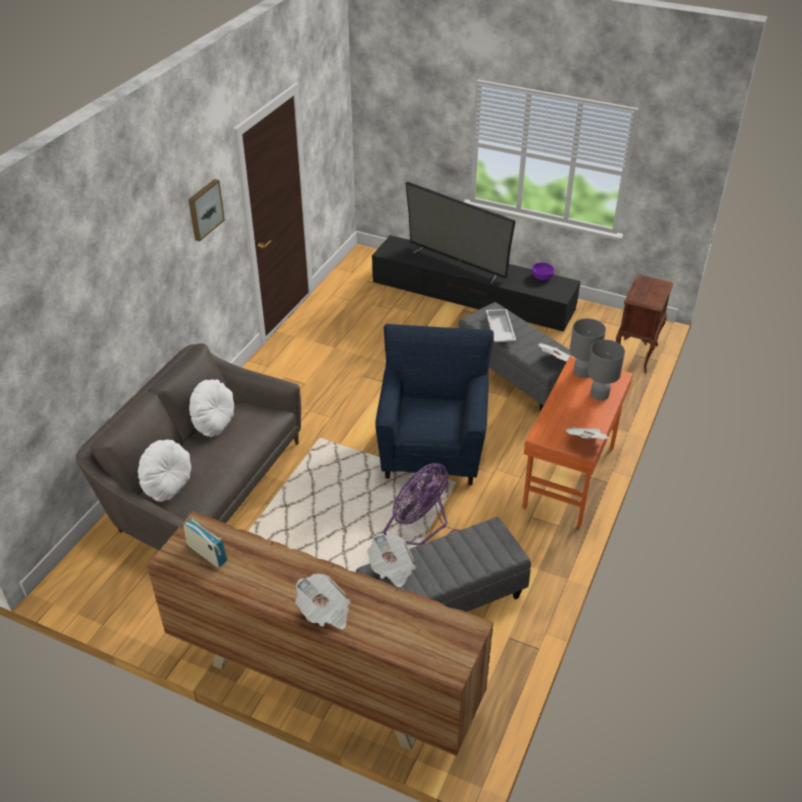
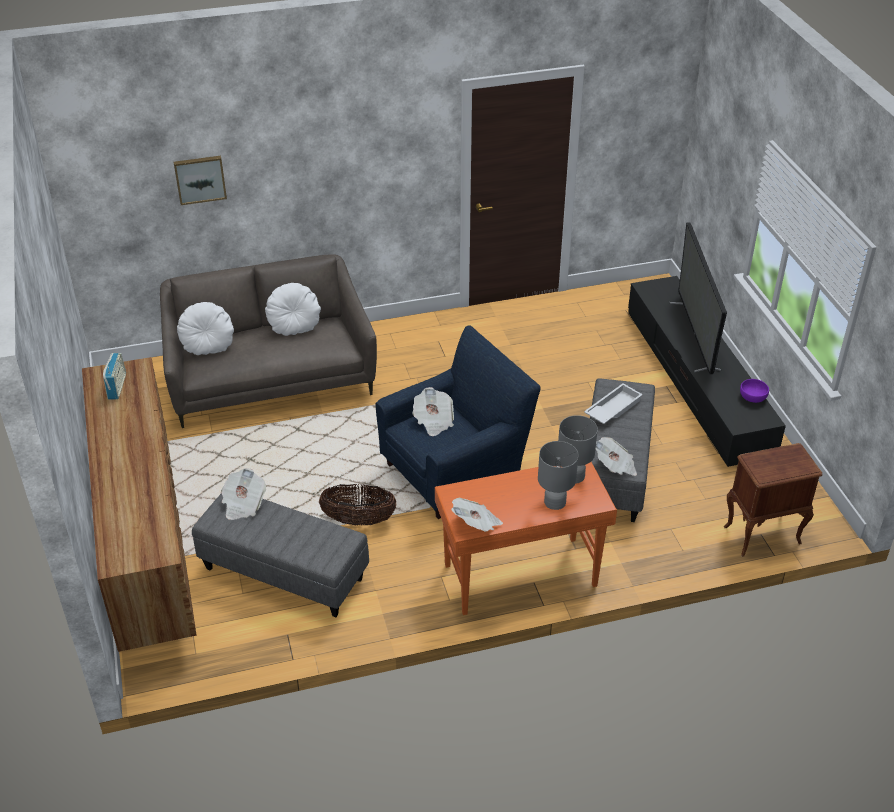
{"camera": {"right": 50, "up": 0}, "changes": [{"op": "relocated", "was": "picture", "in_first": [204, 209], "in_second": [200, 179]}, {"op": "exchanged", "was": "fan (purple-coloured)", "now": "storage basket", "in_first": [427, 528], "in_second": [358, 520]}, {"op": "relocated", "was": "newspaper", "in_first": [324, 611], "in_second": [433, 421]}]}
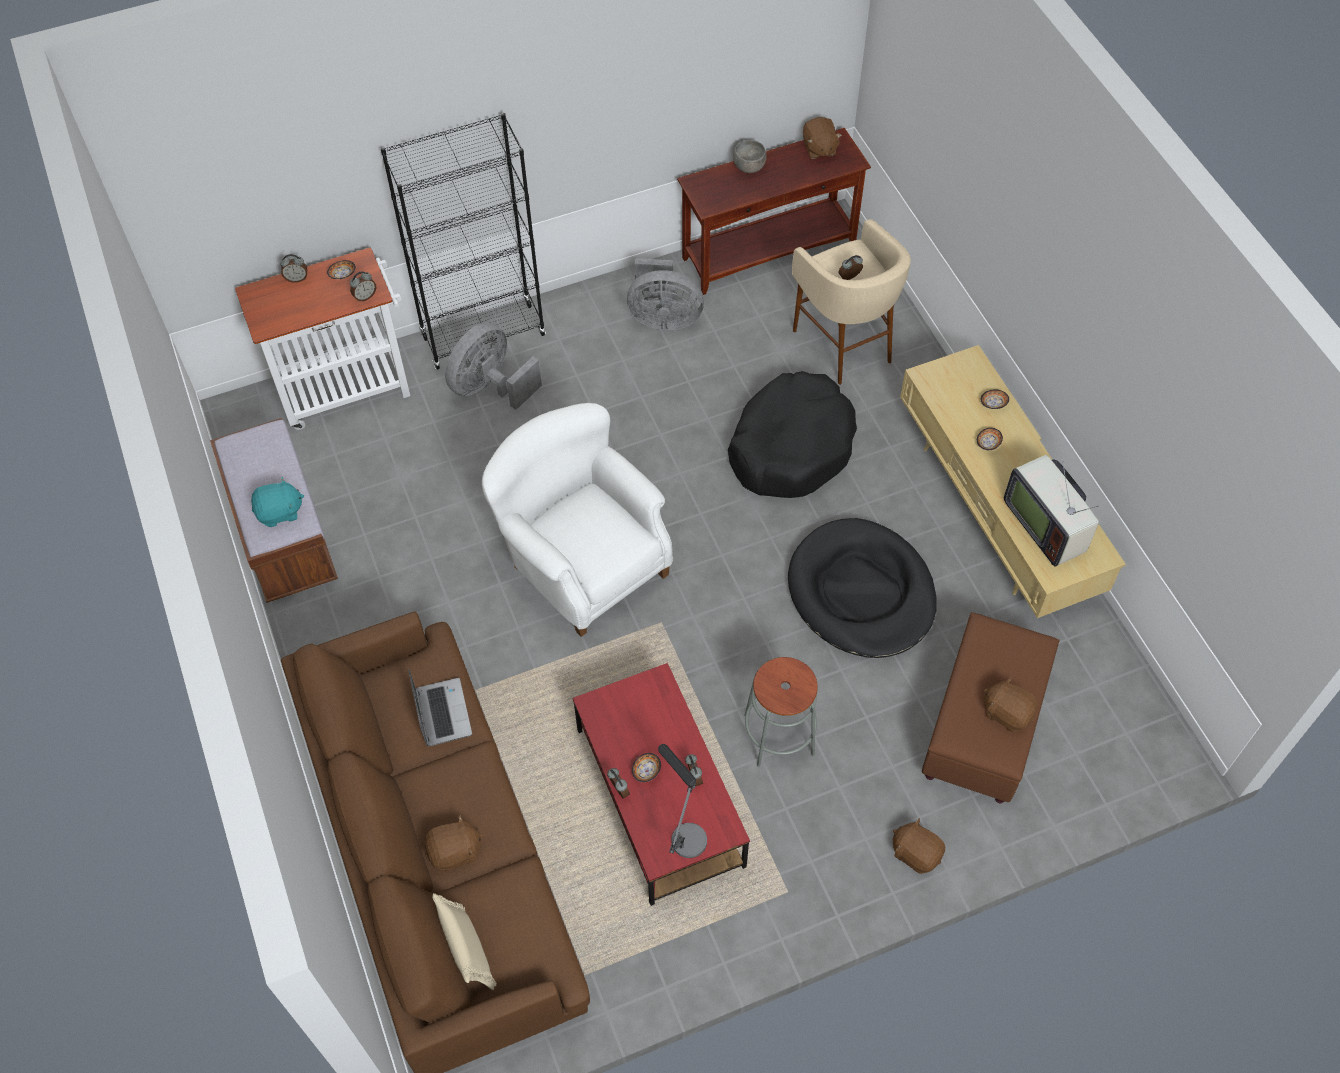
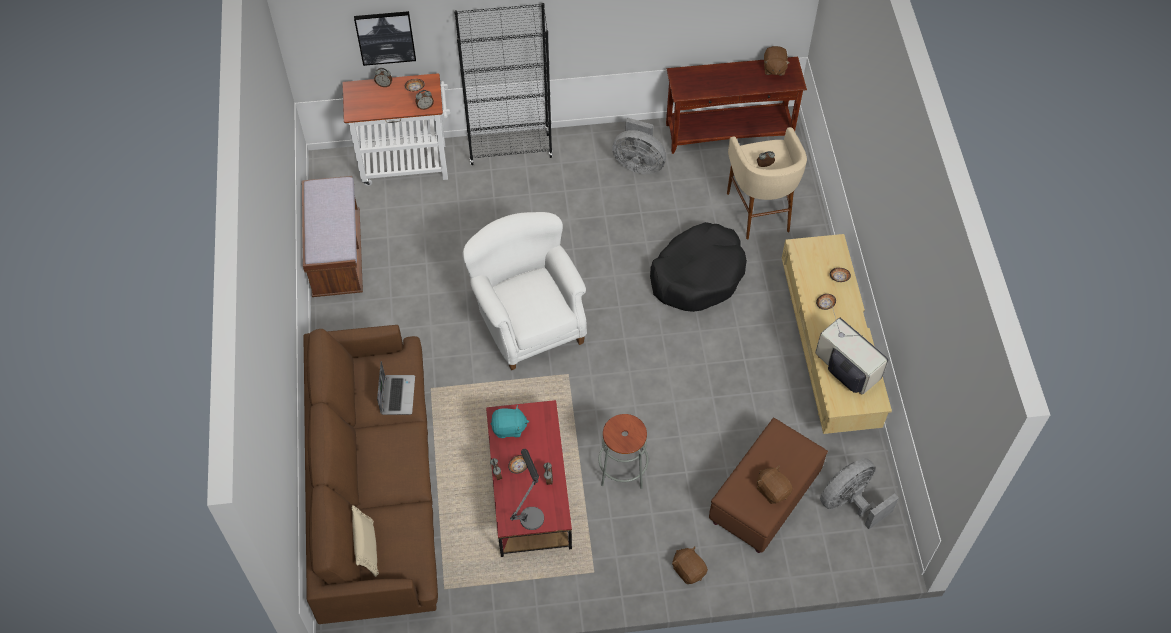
{"camera": {"right": 15, "up": 0}, "changes": [{"op": "appeared", "now": "picture", "in_second": [385, 37]}, {"op": "relocated", "was": "soft toy (turquoise-coloured)", "in_first": [280, 512], "in_second": [509, 428]}, {"op": "spun", "was": "TV", "in_first": [1046, 525], "in_second": [845, 370], "clockwise": 150}, {"op": "relocated", "was": "fan (gray)", "in_first": [490, 387], "in_second": [850, 502]}, {"op": "missing", "was": "soft toy (brown-coloured)", "in_first": [455, 852]}, {"op": "missing", "was": "serving bowl (gray)", "in_first": [748, 167]}, {"op": "missing", "was": "dog bed (black)", "in_first": [861, 592]}]}
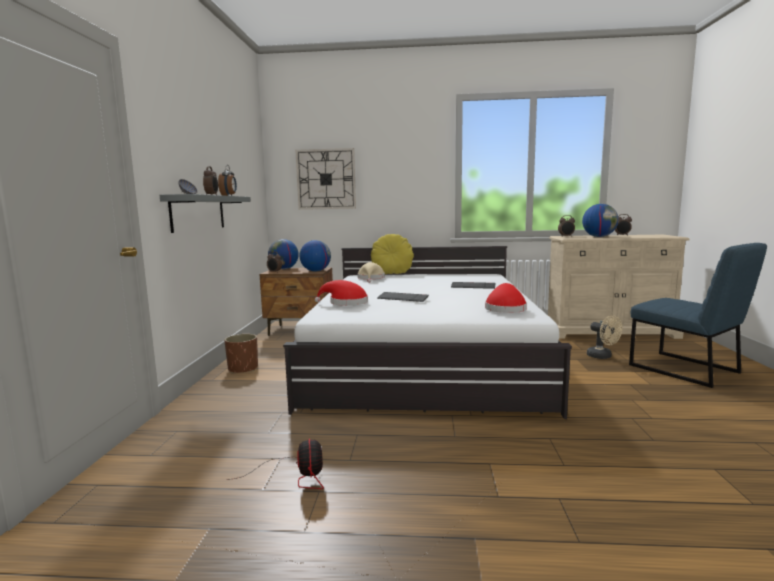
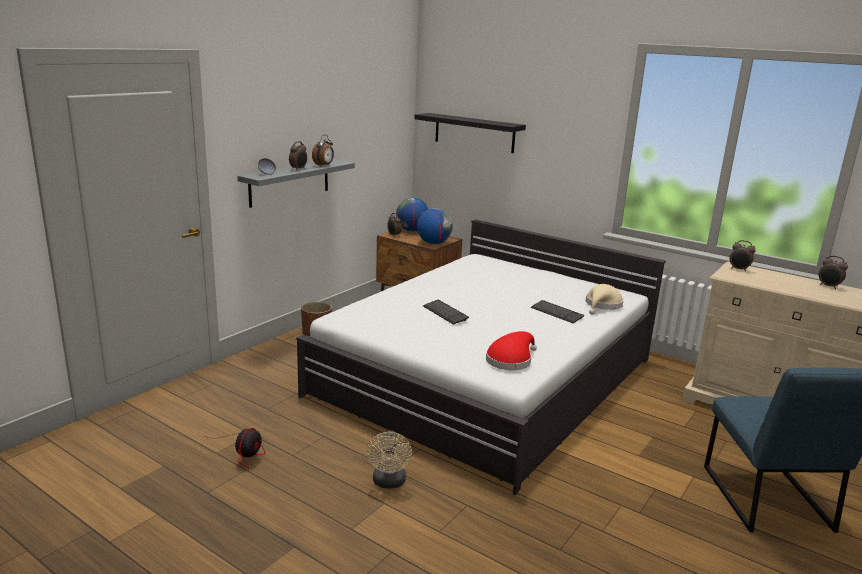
{"camera": {"right": 30, "up": 10}, "changes": [{"op": "relocated", "was": "fan (beige-coloured)", "in_first": [602, 356], "in_second": [389, 483]}, {"op": "exchanged", "was": "wall clock", "now": "shelf (black)", "in_first": [326, 179], "in_second": [474, 133]}, {"op": "relocated", "was": "wearable hat (beige-coloured)", "in_first": [371, 278], "in_second": [602, 305]}, {"op": "missing", "was": "wearable hat (reddish)", "in_first": [345, 303]}, {"op": "missing", "was": "throw pillow (yellow)", "in_first": [392, 273]}, {"op": "missing", "was": "globe", "in_first": [599, 236]}]}
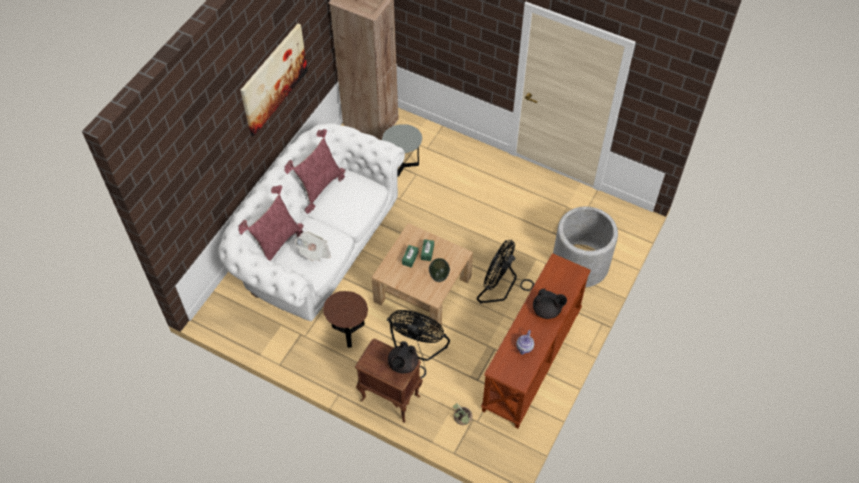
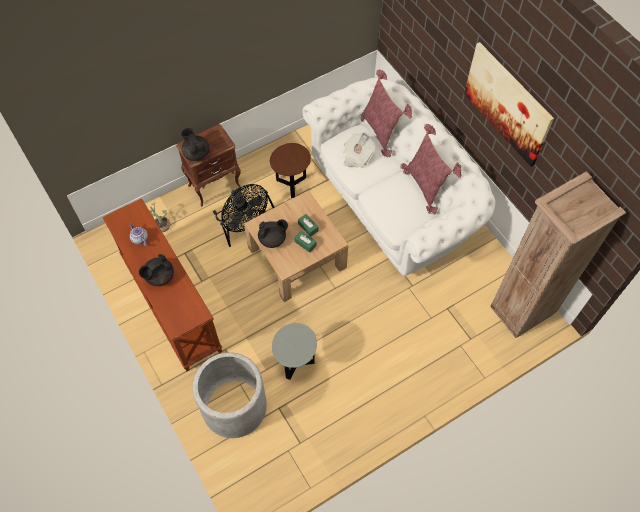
{"camera": {"right": 120, "up": 5}, "changes": [{"op": "exchanged", "was": "decorative vase", "now": "tea pot (black)", "in_first": [439, 277], "in_second": [273, 239]}, {"op": "relocated", "was": "side table (gray)", "in_first": [403, 165], "in_second": [295, 363]}, {"op": "missing", "was": "fan (black)", "in_first": [503, 284]}]}
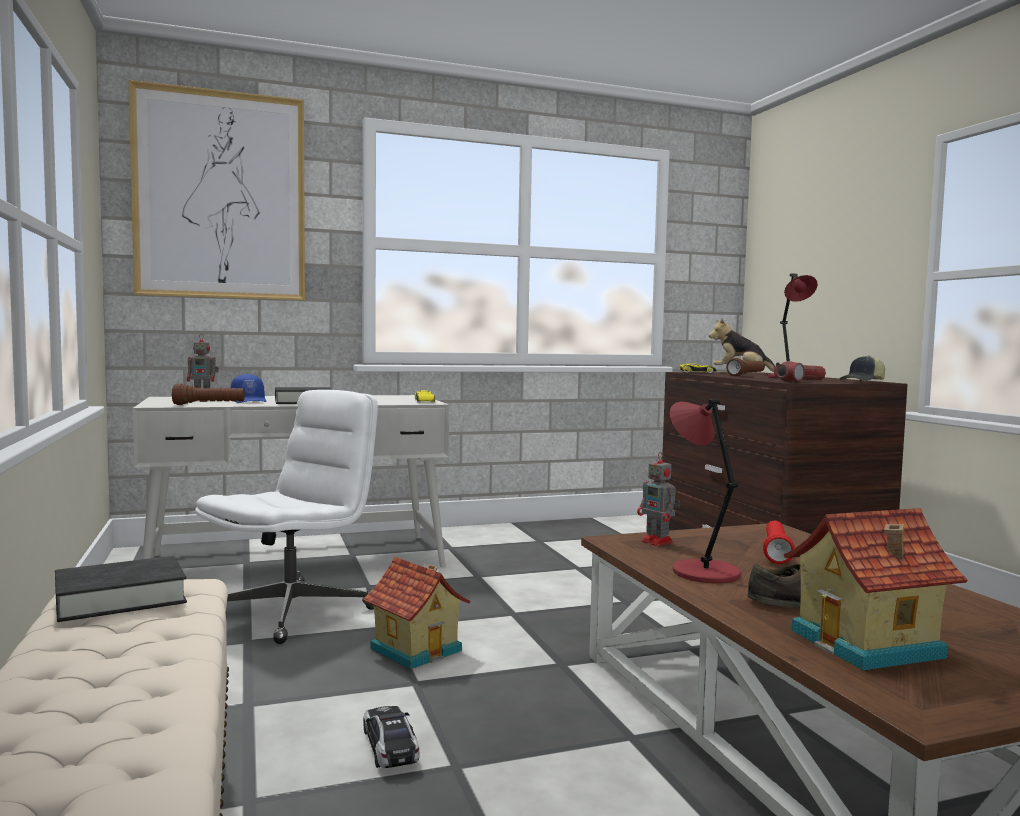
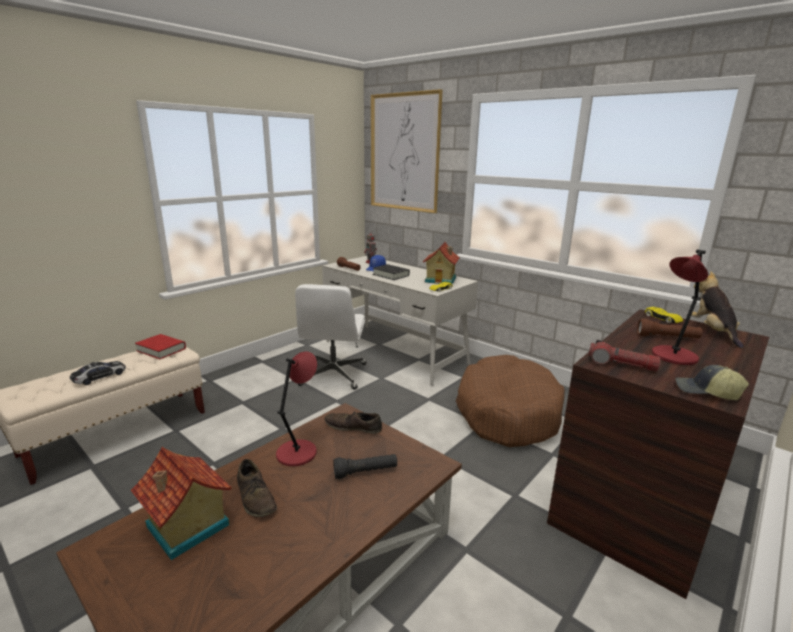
{"camera": {"right": 60, "up": 15}, "changes": [{"op": "relocated", "was": "toy car", "in_first": [390, 747], "in_second": [99, 377]}, {"op": "colour", "was": "book (black)", "now": "book (reddish)", "in_first": [120, 598], "in_second": [161, 350]}, {"op": "spun", "was": "office chair (whitish)", "in_first": [292, 611], "in_second": [333, 375], "clockwise": 90}, {"op": "exchanged", "was": "model robot", "now": "low shoe (brown-coloured)", "in_first": [658, 542], "in_second": [353, 427]}, {"op": "colour", "was": "flashlight (reddish)", "now": "flashlight (black)", "in_first": [776, 552], "in_second": [365, 472]}, {"op": "relocated", "was": "miniature house", "in_first": [417, 649], "in_second": [441, 280]}, {"op": "appeared", "now": "dog bed (brown-coloured)", "in_second": [507, 412]}]}
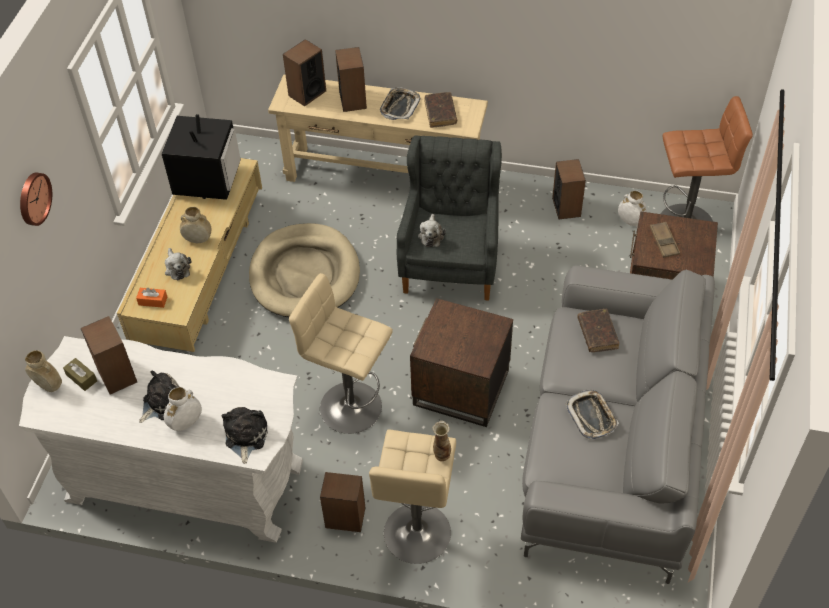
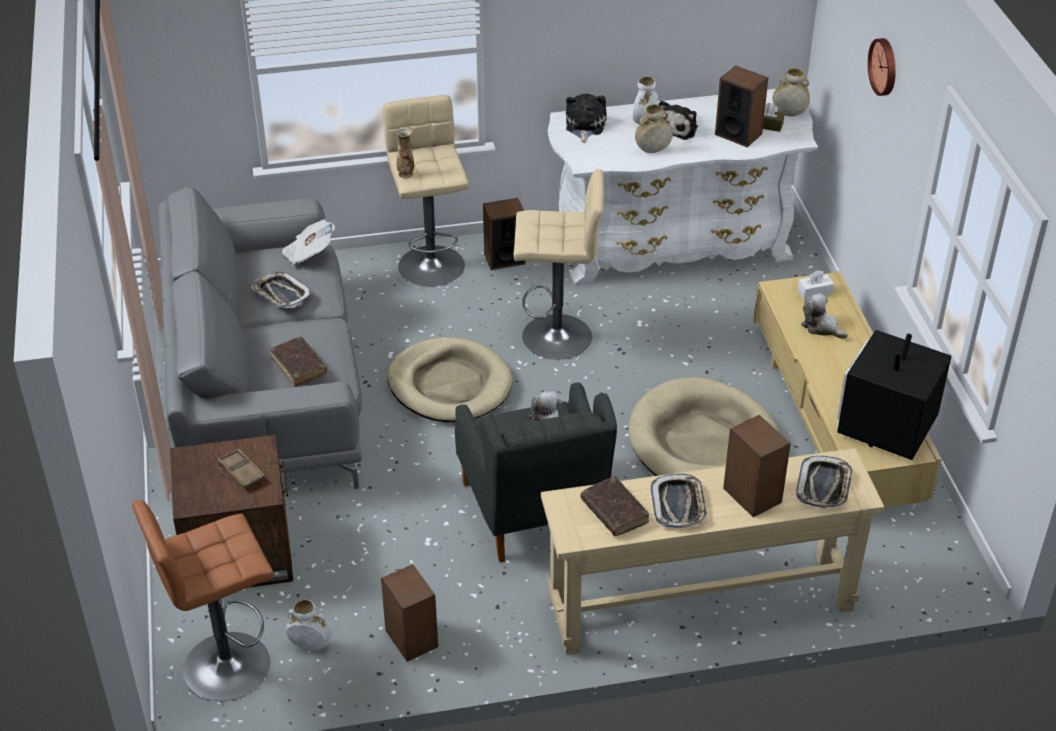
{"camera": {"right": 155, "up": -10}, "changes": [{"op": "appeared", "now": "newspaper", "in_second": [309, 253]}, {"op": "exchanged", "was": "side table (brown-coloured)", "now": "dog bed (beige-coloured)", "in_first": [460, 388], "in_second": [450, 385]}, {"op": "spun", "was": "soft toy", "in_first": [245, 437], "in_second": [584, 126], "clockwise": -150}, {"op": "relocated", "was": "decorative vase (beige-coloured)", "in_first": [198, 240], "in_second": [652, 150]}, {"op": "exchanged", "was": "speaker", "now": "tray", "in_first": [307, 93], "in_second": [824, 486]}, {"op": "colour", "was": "tissue holder (orange-coloured)", "now": "tissue holder (whitish)", "in_first": [153, 301], "in_second": [814, 292]}, {"op": "spun", "was": "TV", "in_first": [207, 180], "in_second": [886, 429], "clockwise": 45}]}
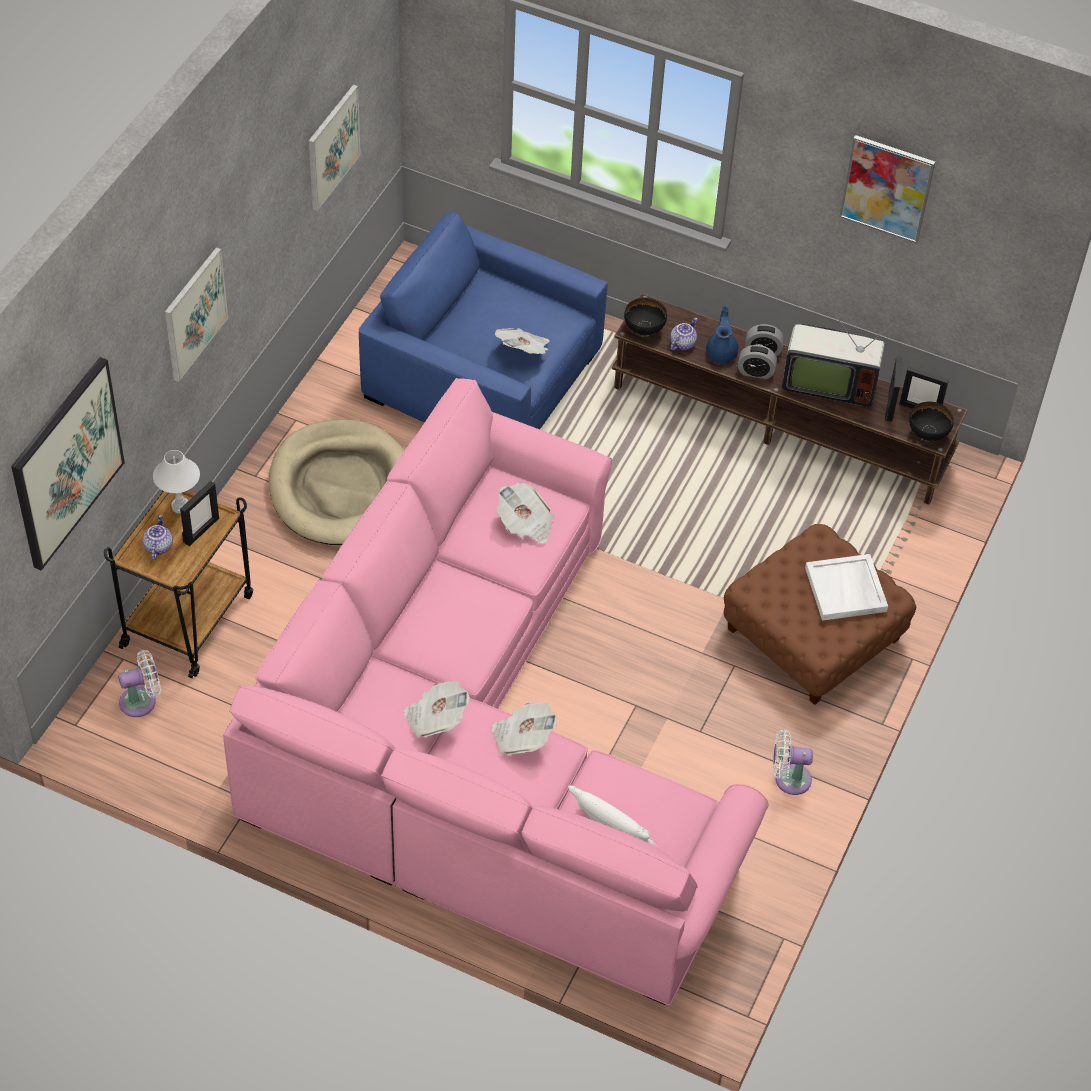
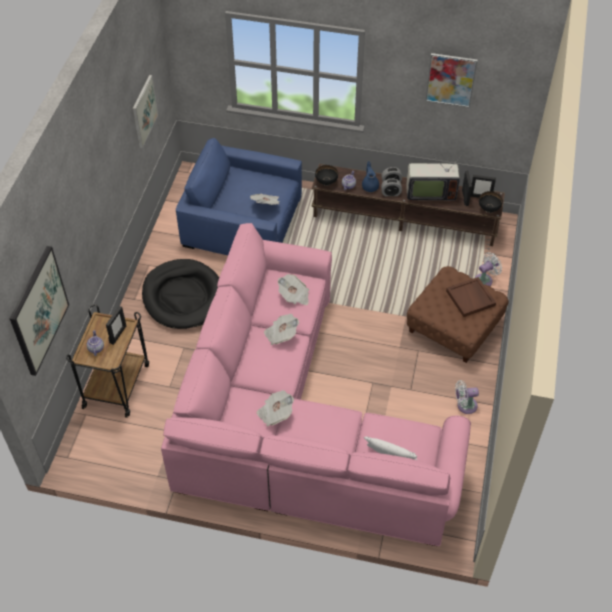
{"camera": {"right": -10, "up": 0}, "changes": [{"op": "colour", "was": "dog bed (beige-coloured)", "now": "dog bed (black)", "in_first": [342, 488], "in_second": [183, 296]}, {"op": "relocated", "was": "newspaper", "in_first": [522, 738], "in_second": [281, 334]}, {"op": "colour", "was": "tray (whitish)", "now": "tray (brown-coloured)", "in_first": [846, 590], "in_second": [471, 298]}, {"op": "relocated", "was": "fan (whitish)", "in_first": [142, 701], "in_second": [485, 280]}, {"op": "missing", "was": "tabletop lamp (whitish)", "in_first": [180, 506]}, {"op": "missing", "was": "picture", "in_first": [194, 314]}]}
